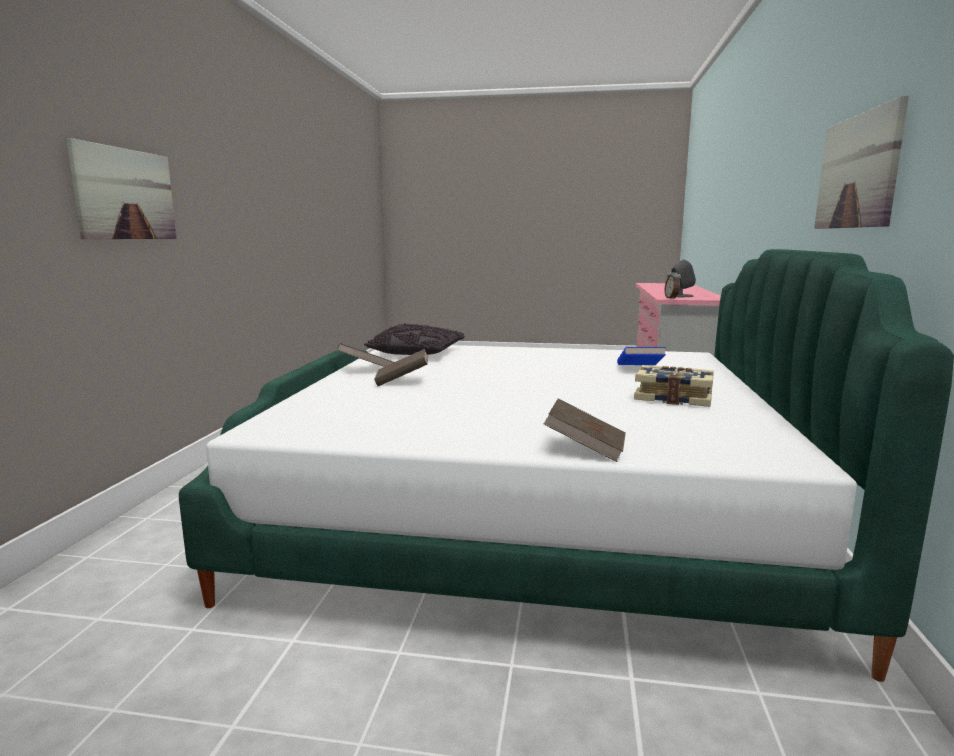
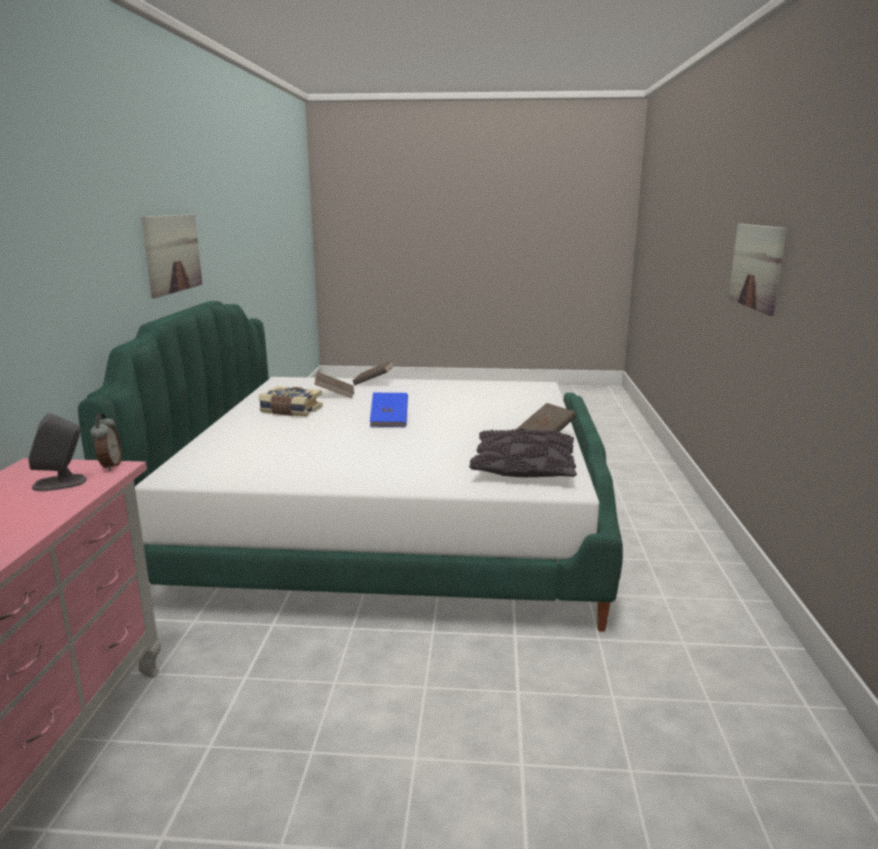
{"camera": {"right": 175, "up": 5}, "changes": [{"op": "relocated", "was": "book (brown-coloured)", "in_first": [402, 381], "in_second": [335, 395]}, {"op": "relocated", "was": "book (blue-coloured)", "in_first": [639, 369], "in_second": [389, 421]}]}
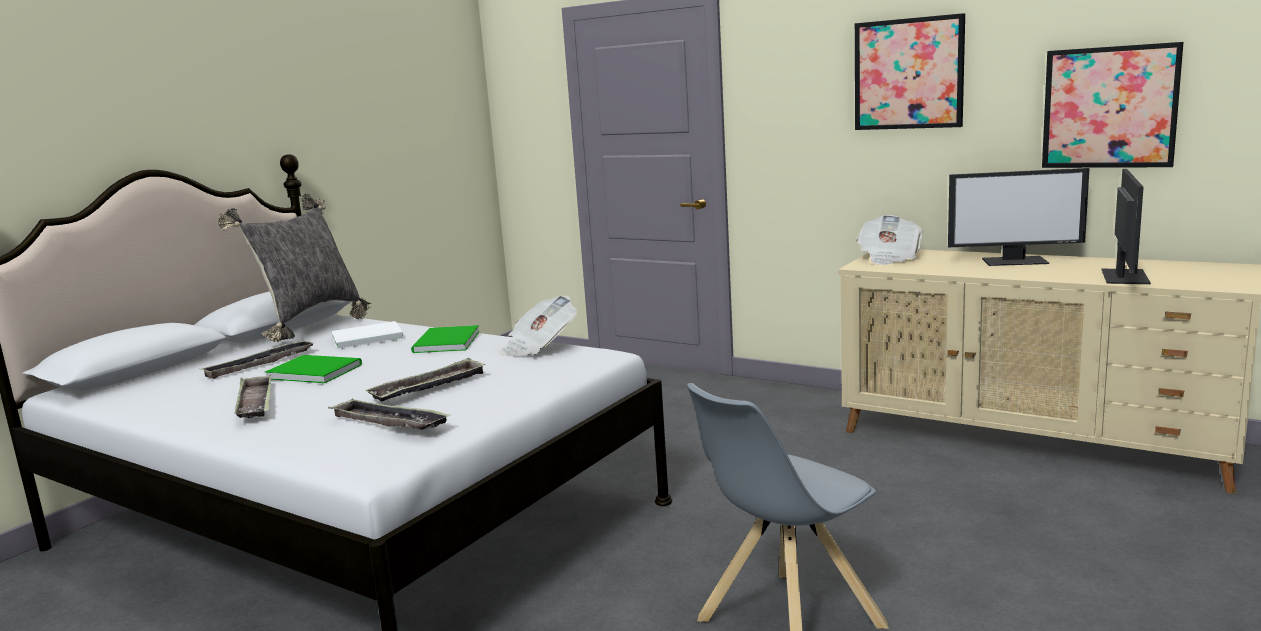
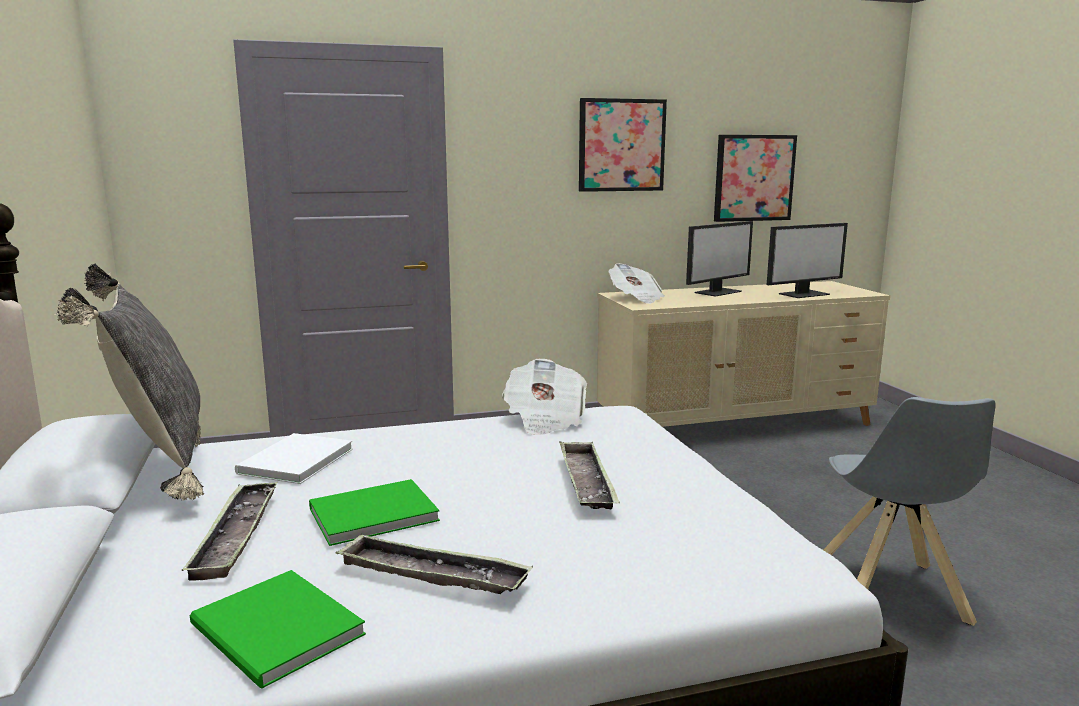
{"camera": {"right": -50, "up": 0}, "changes": [{"op": "relocated", "was": "book (green)", "in_first": [444, 342], "in_second": [276, 633]}, {"op": "spun", "was": "monitor", "in_first": [1123, 276], "in_second": [803, 294], "clockwise": 90}, {"op": "missing", "was": "tray", "in_first": [389, 422]}]}
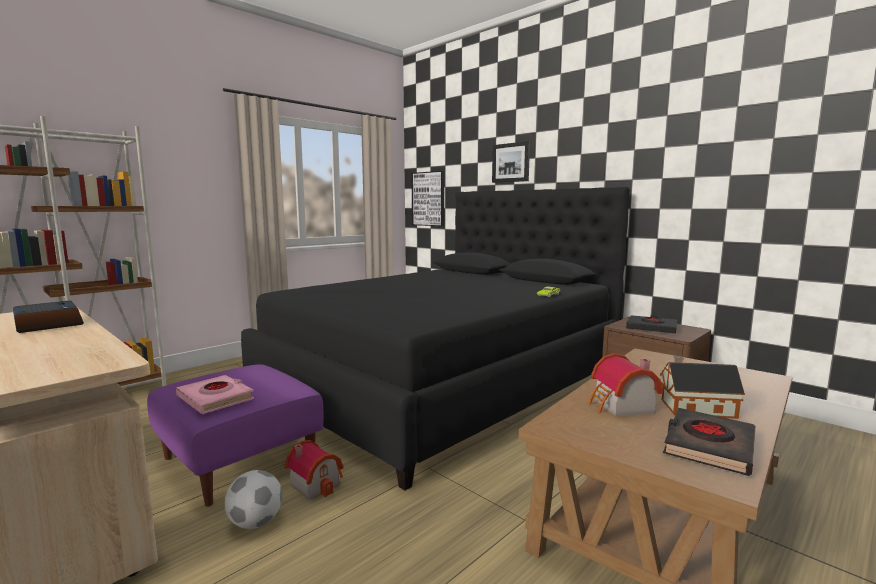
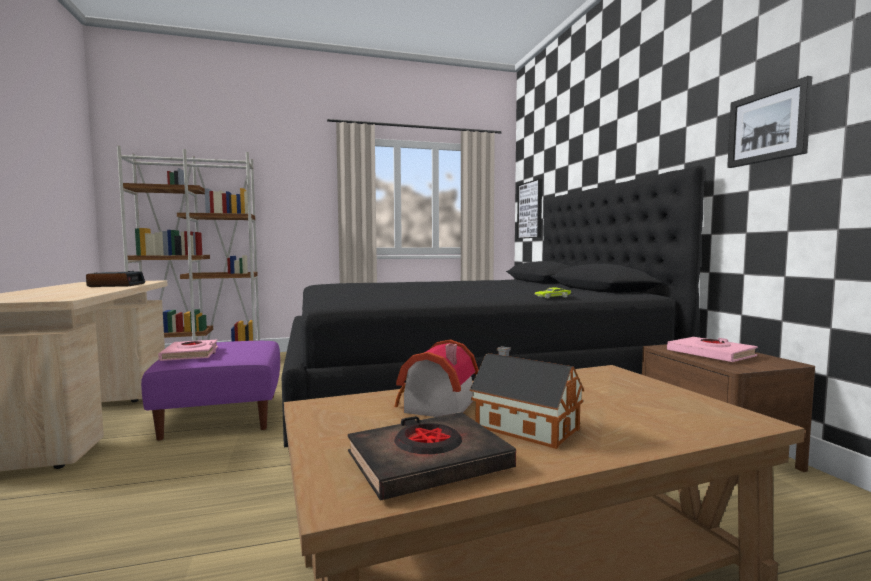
{"camera": {"right": 30, "up": -5}, "changes": [{"op": "colour", "was": "book (black)", "now": "book (pink-coloured)", "in_first": [651, 328], "in_second": [711, 354]}, {"op": "relocated", "was": "picture", "in_first": [511, 162], "in_second": [768, 126]}, {"op": "missing", "was": "football ball", "in_first": [255, 523]}, {"op": "missing", "was": "miniature house", "in_first": [316, 483]}]}
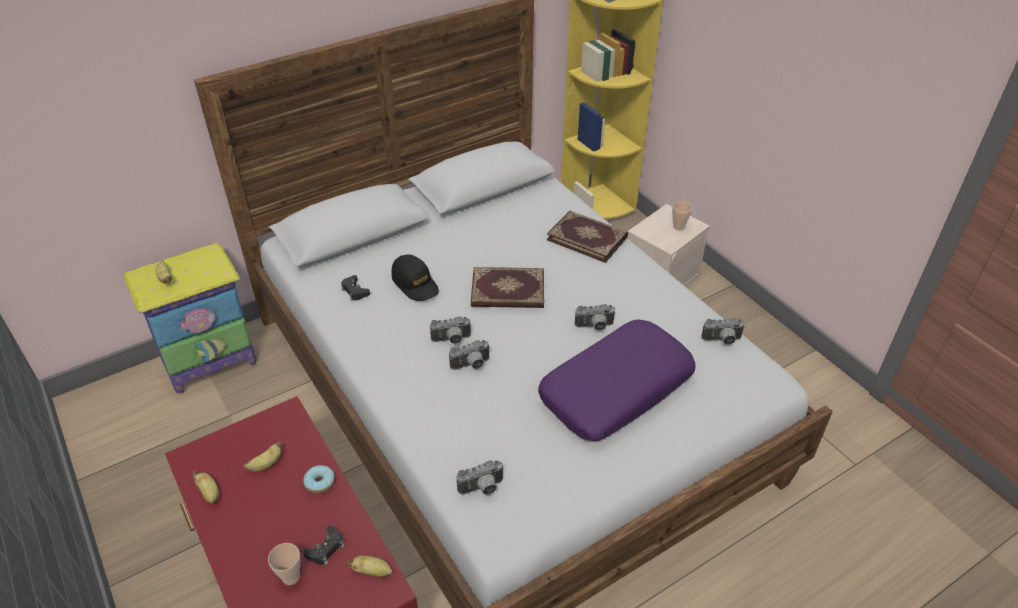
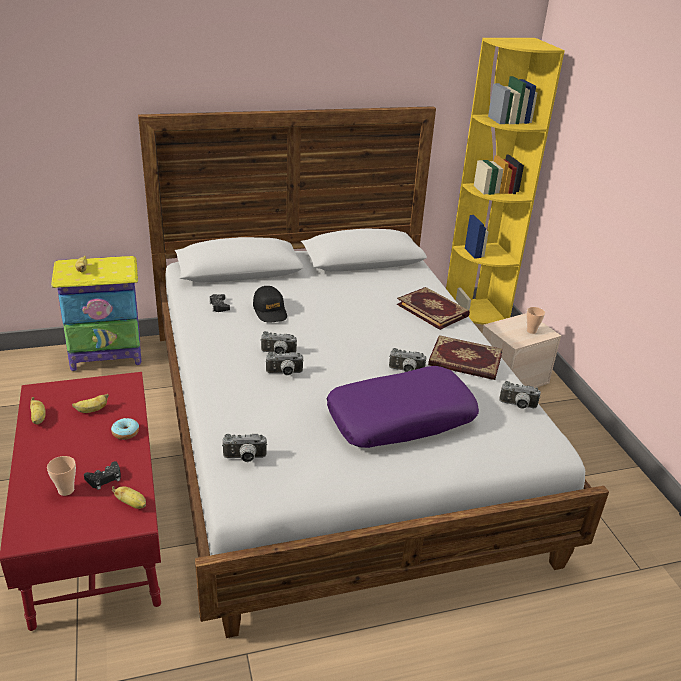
{"camera": {"right": 15, "up": -10}, "changes": [{"op": "relocated", "was": "book", "in_first": [508, 292], "in_second": [465, 361]}]}
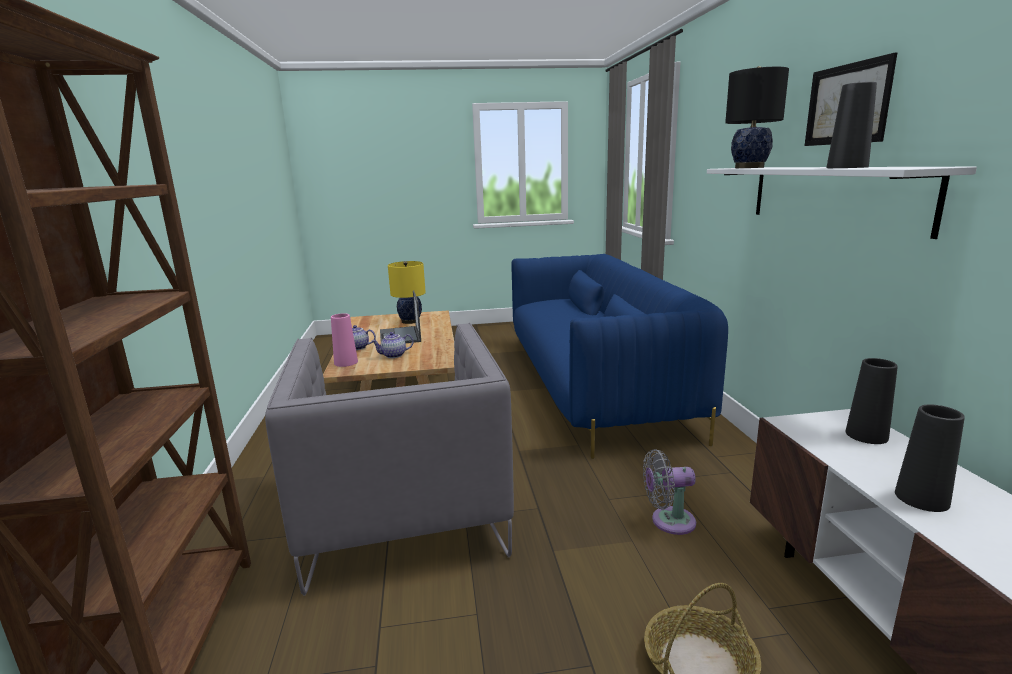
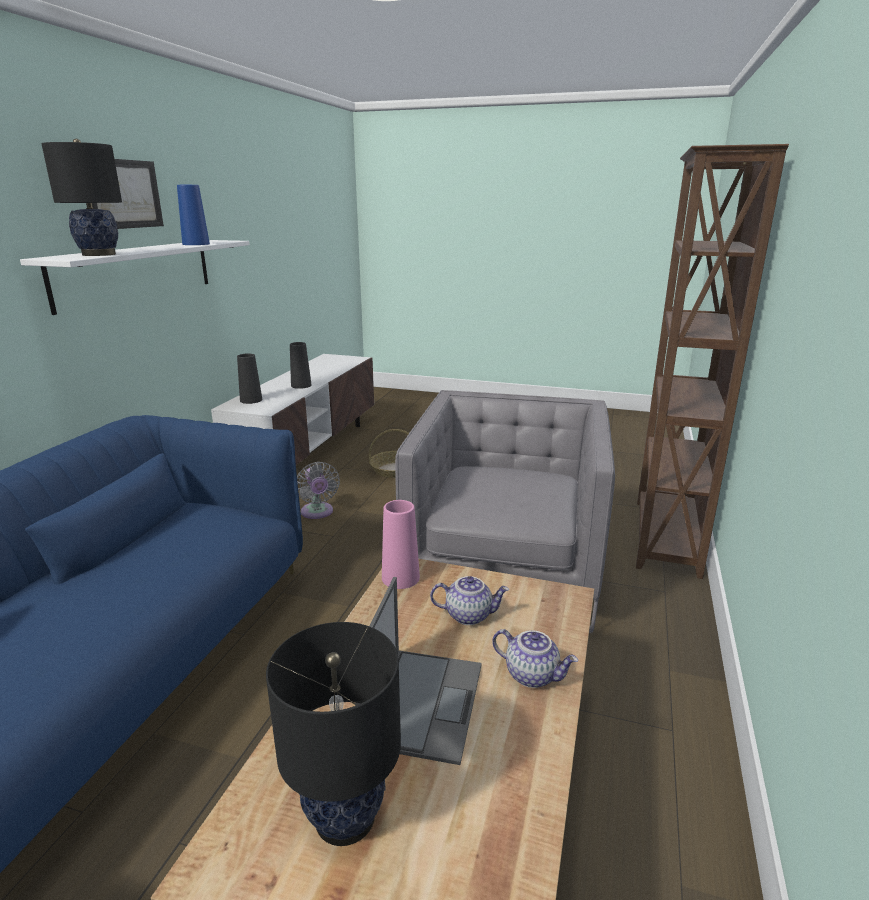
{"camera": {"right": -155, "up": 5}, "changes": [{"op": "colour", "was": "decorative vase (black)", "now": "decorative vase (blue-coloured)", "in_first": [847, 167], "in_second": [196, 244]}, {"op": "colour", "was": "tabletop lamp (yellow)", "now": "tabletop lamp (black)", "in_first": [410, 321], "in_second": [344, 817]}, {"op": "spun", "was": "fan (gray)", "in_first": [668, 521], "in_second": [317, 513], "clockwise": 45}, {"op": "relocated", "was": "decorative vase (pink-coloured)", "in_first": [346, 362], "in_second": [400, 578]}]}
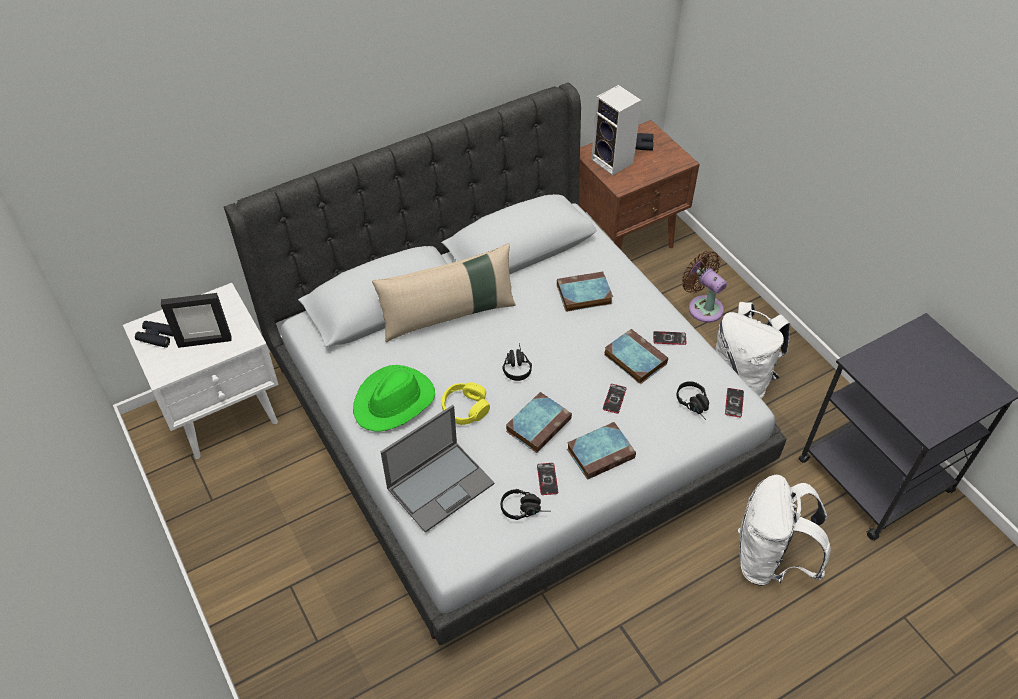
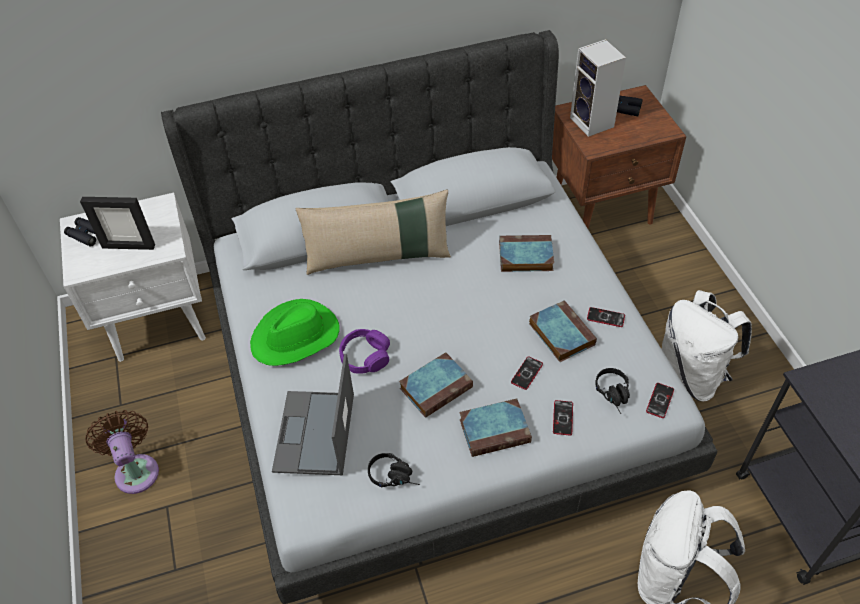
{"camera": {"right": 15, "up": 0}, "changes": [{"op": "relocated", "was": "fan (brown-coloured)", "in_first": [702, 306], "in_second": [136, 469]}, {"op": "spun", "was": "notebook computer", "in_first": [441, 485], "in_second": [315, 434], "clockwise": 120}, {"op": "colour", "was": "headphones (yellow)", "now": "headphones (purple-coloured)", "in_first": [465, 408], "in_second": [365, 356]}, {"op": "relocated", "was": "phone", "in_first": [547, 479], "in_second": [562, 418]}, {"op": "missing", "was": "headphones (black)", "in_first": [516, 366]}]}
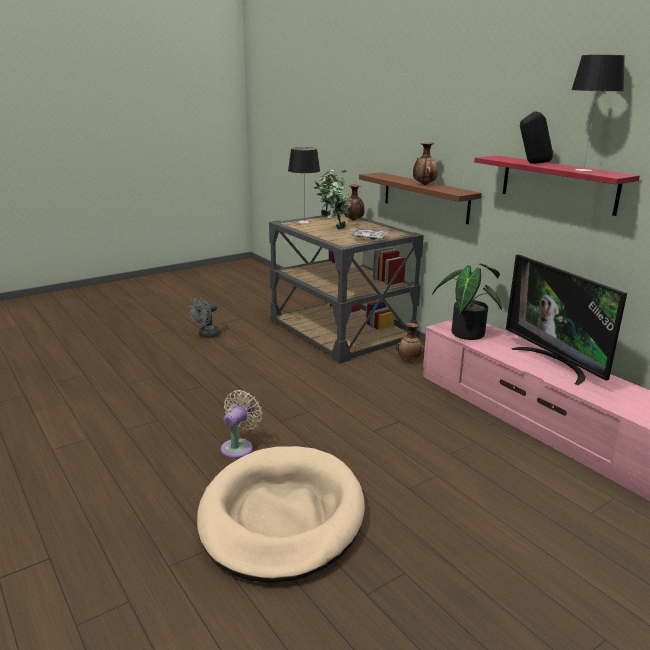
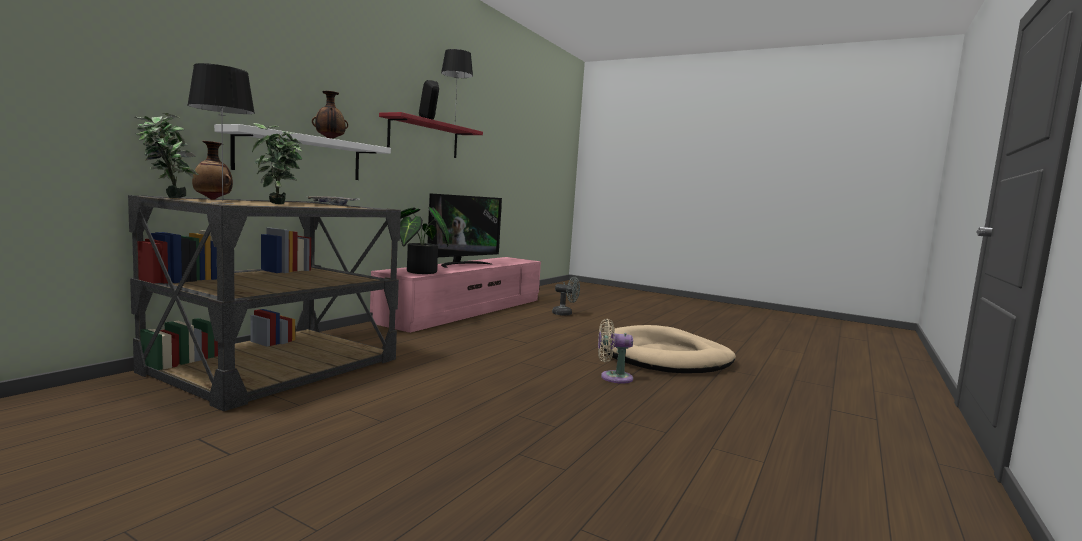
{"camera": {"right": -115, "up": -15}, "changes": [{"op": "colour", "was": "shelf (brown-coloured)", "now": "shelf (whitish)", "in_first": [425, 197], "in_second": [301, 156]}, {"op": "relocated", "was": "fan (gray)", "in_first": [207, 335], "in_second": [565, 314]}, {"op": "missing", "was": "decorative vase", "in_first": [409, 360]}]}
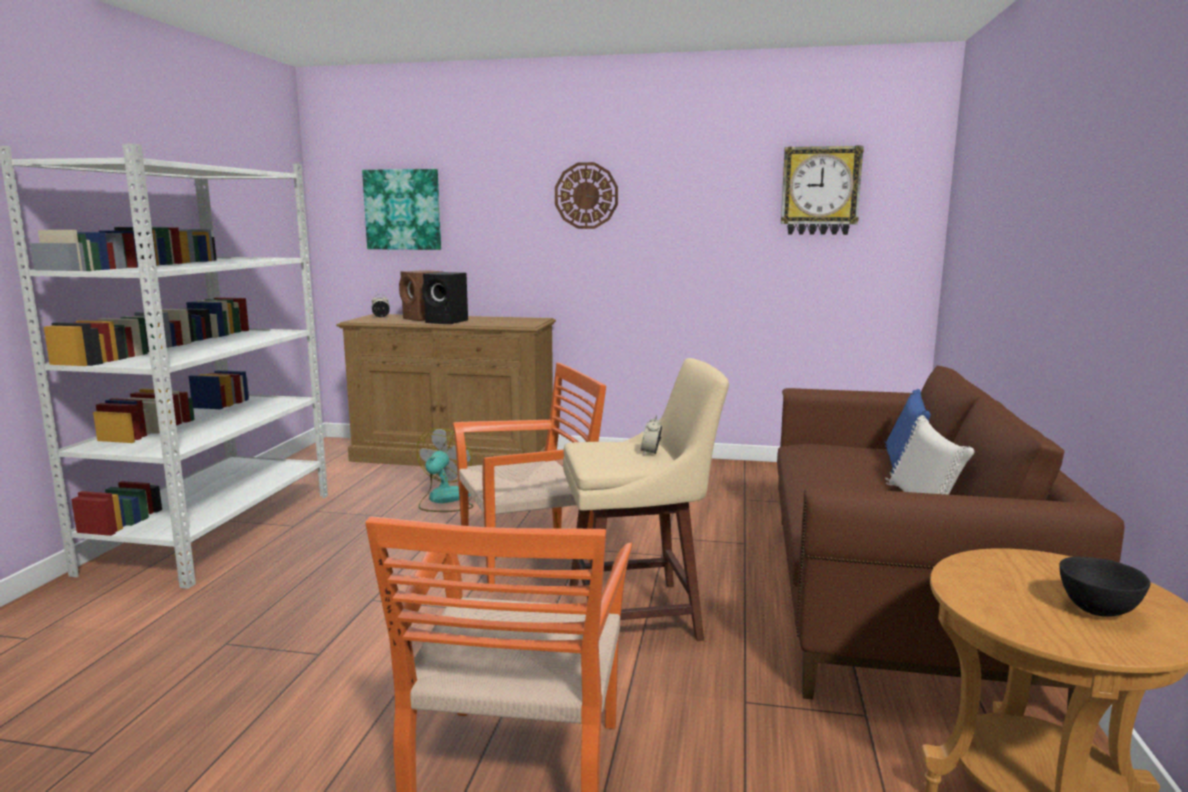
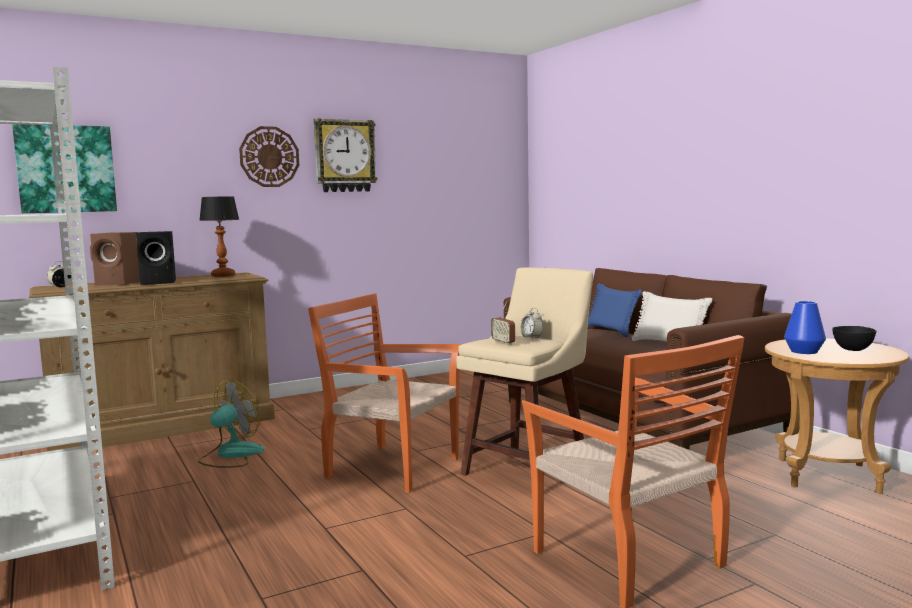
{"camera": {"right": -40, "up": -5}, "changes": [{"op": "spun", "was": "fan", "in_first": [444, 500], "in_second": [231, 455], "clockwise": 60}, {"op": "appeared", "now": "tabletop lamp", "in_second": [223, 275]}, {"op": "spun", "was": "lounge chair (orange-coloured)", "in_first": [529, 559], "in_second": [392, 467], "clockwise": -90}, {"op": "relocated", "was": "wall clock", "in_first": [820, 191], "in_second": [344, 156]}, {"op": "appeared", "now": "radio set", "in_second": [503, 343]}, {"op": "appeared", "now": "decorative vase (blue-coloured)", "in_second": [804, 351]}]}
